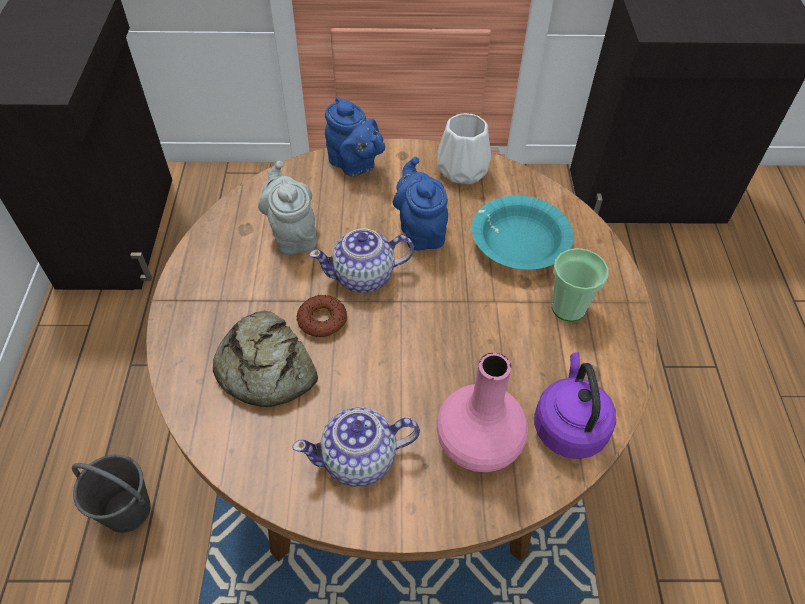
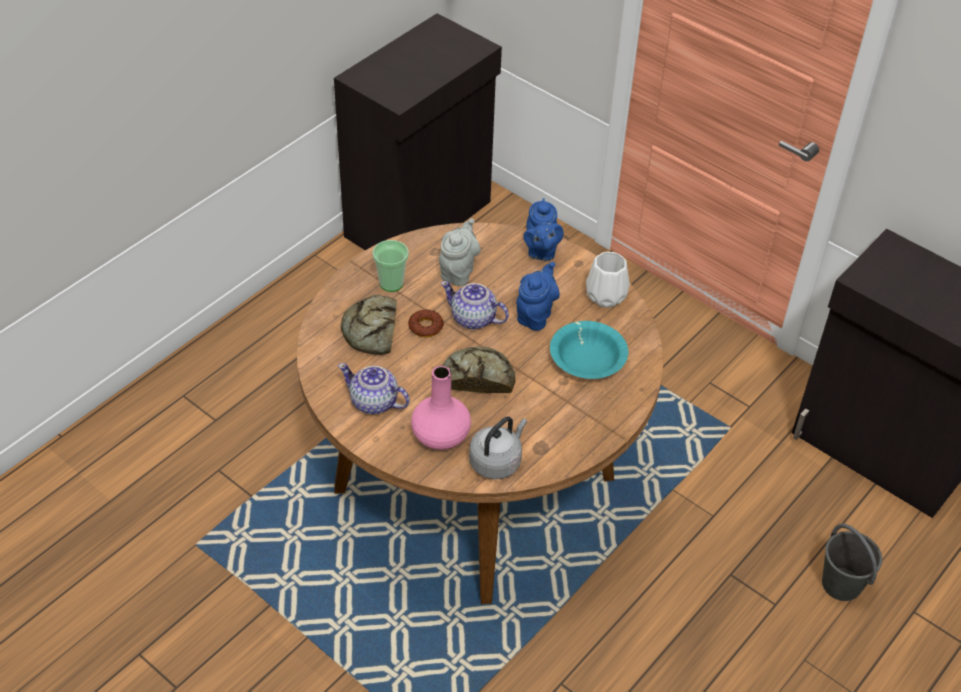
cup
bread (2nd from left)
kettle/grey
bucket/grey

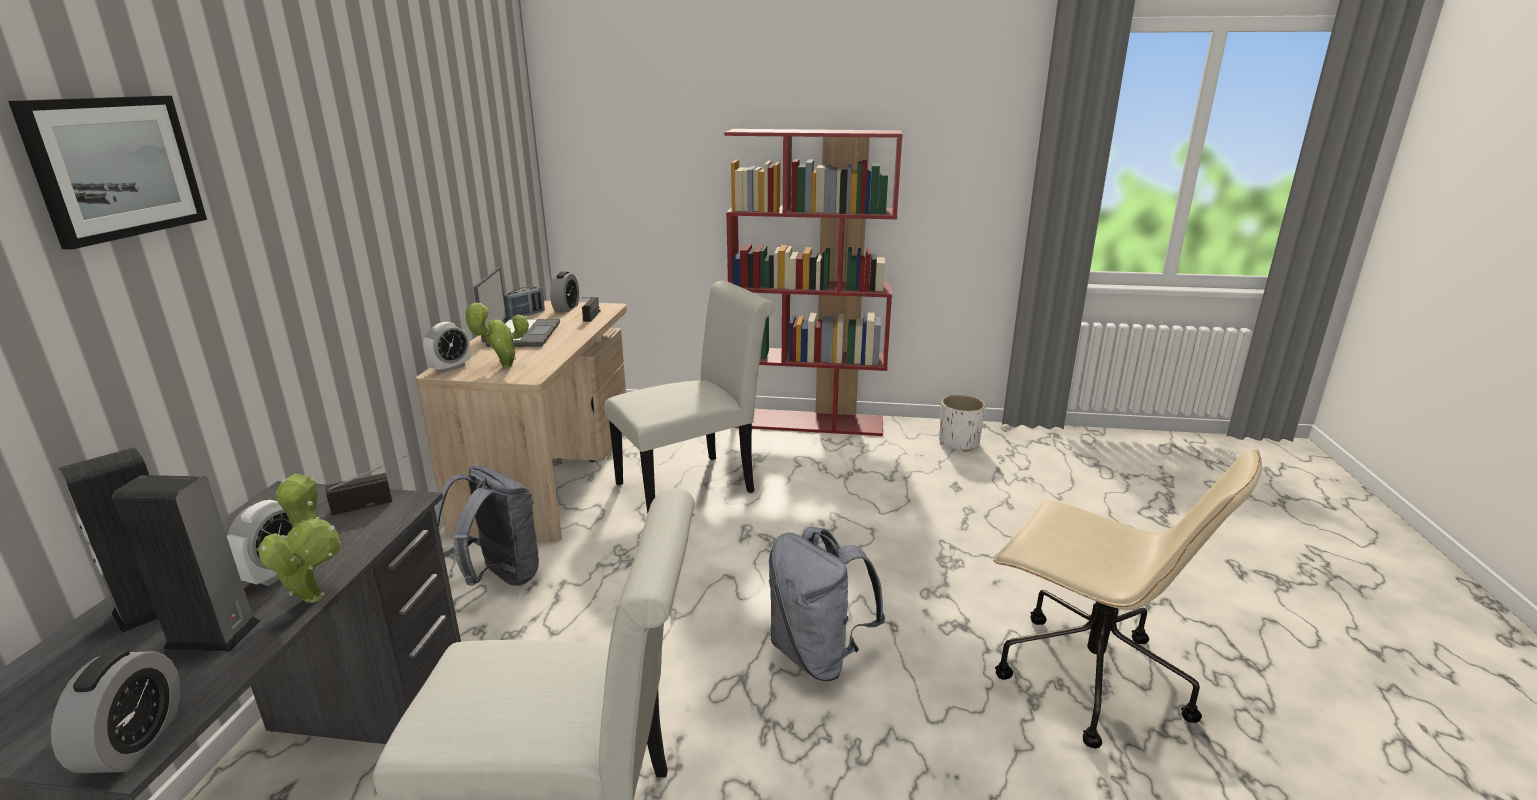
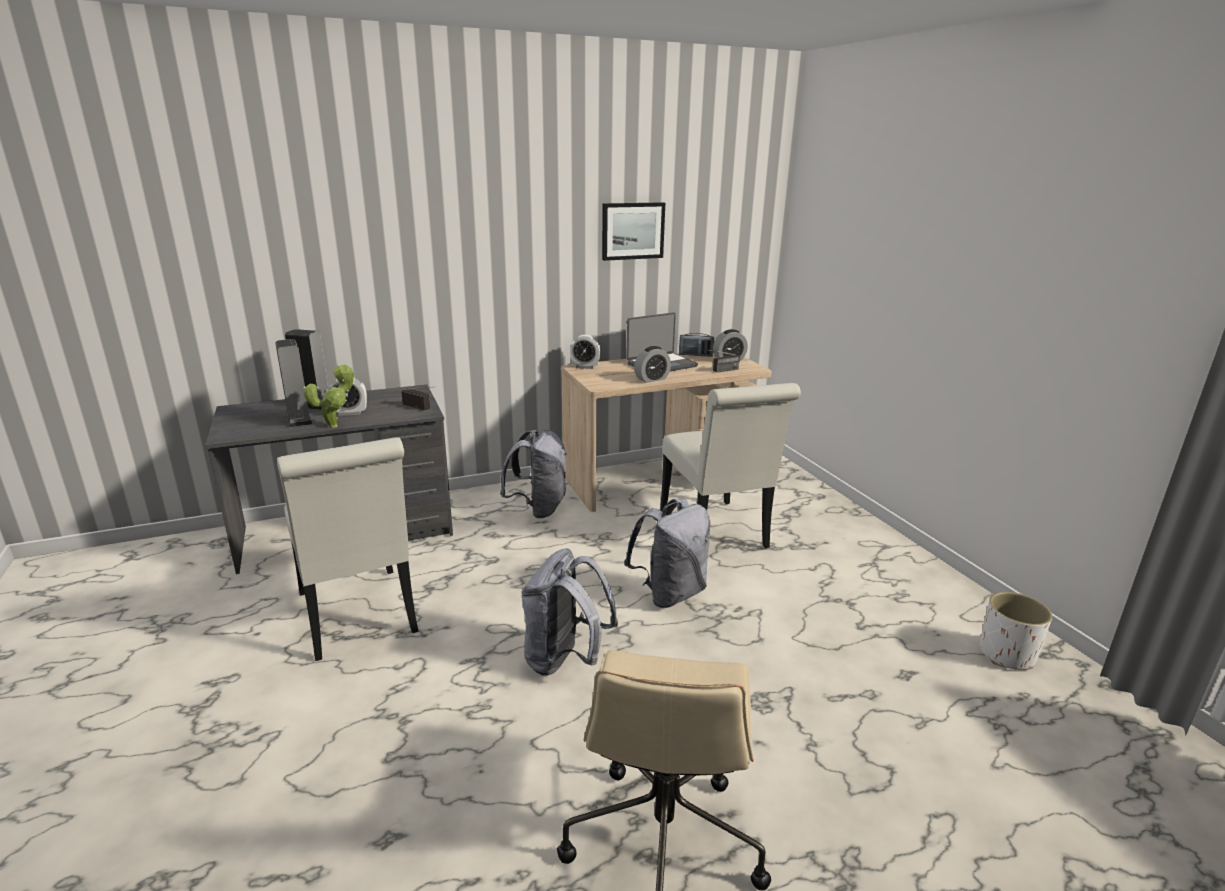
picture
backpack/grey (3rd from left)
alarm clock (3rd from left)
chair/white (2nd from left)
potted plant (2nd from left in the first image)
bookcase/red

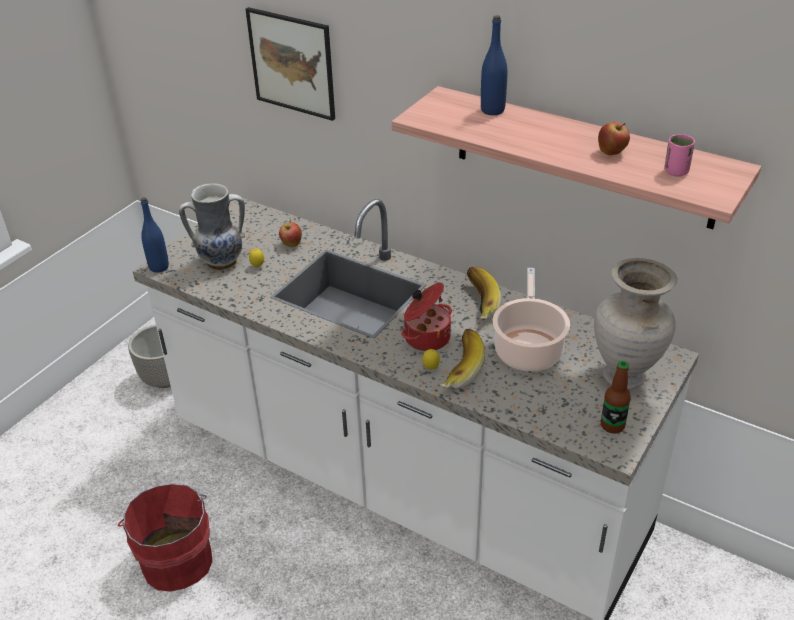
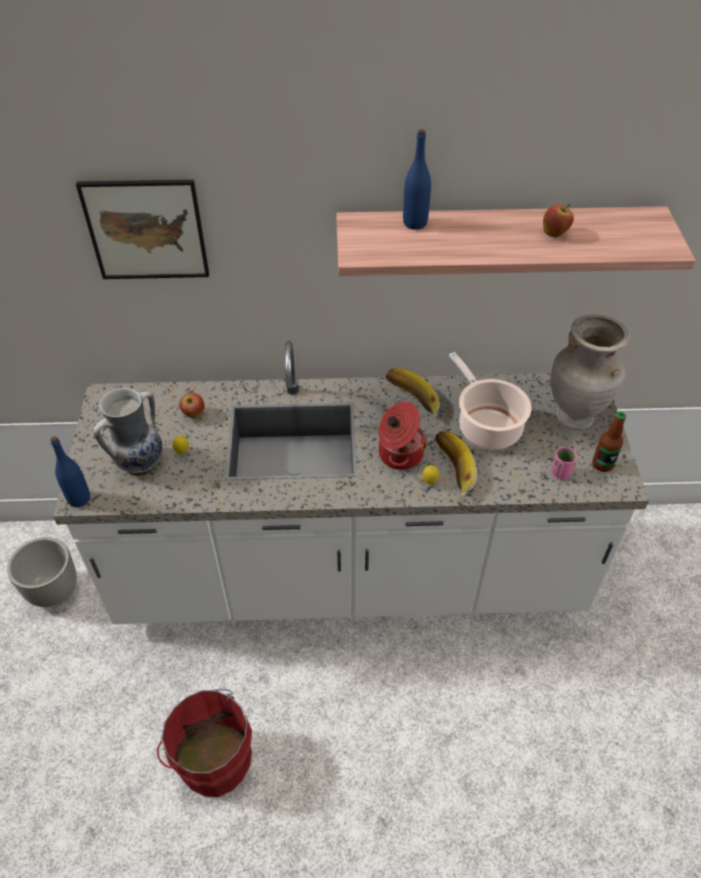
cup/pink

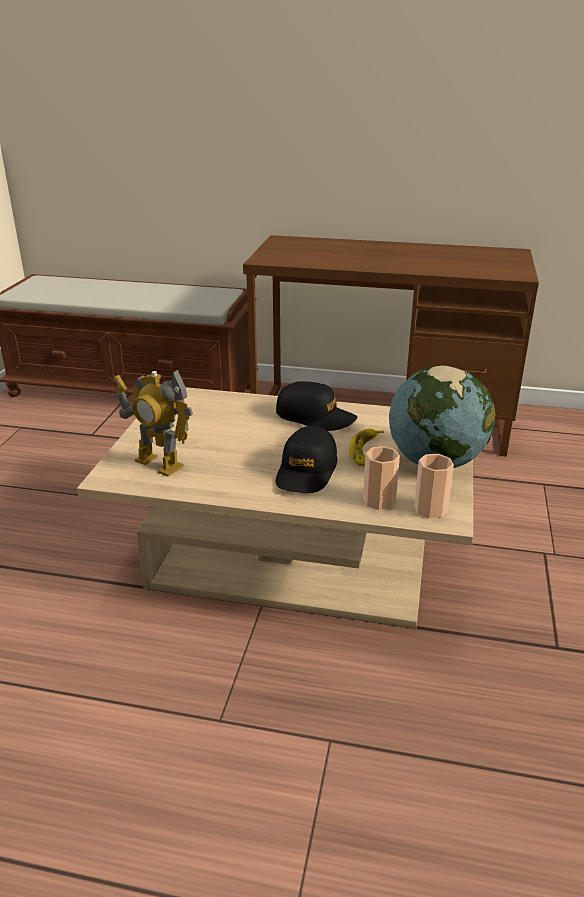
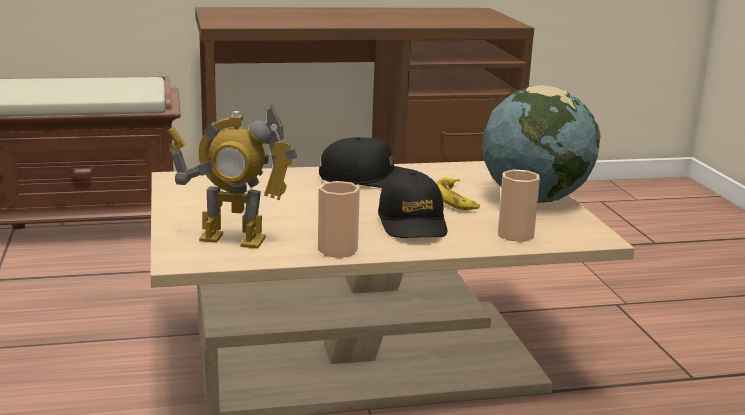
cup (1st from left)

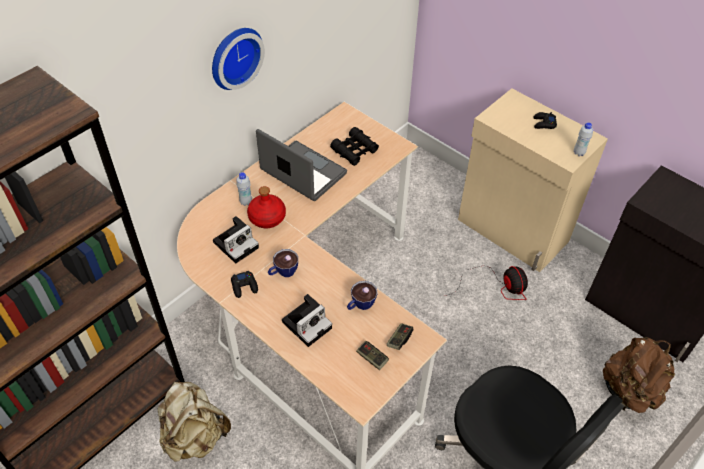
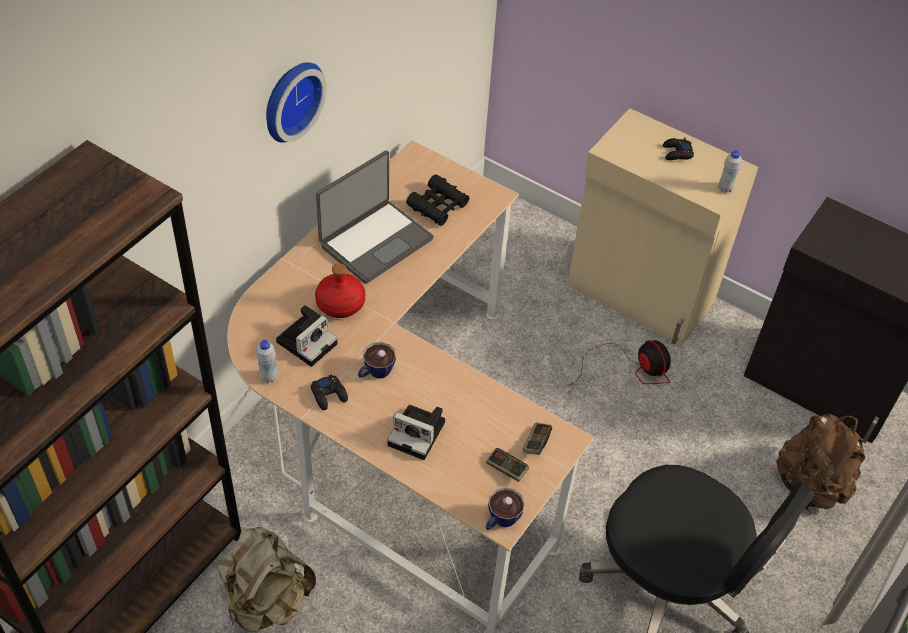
bottle/white (1st from left)
laptop
photo camera (2nd from left)
cup (2nd from left)

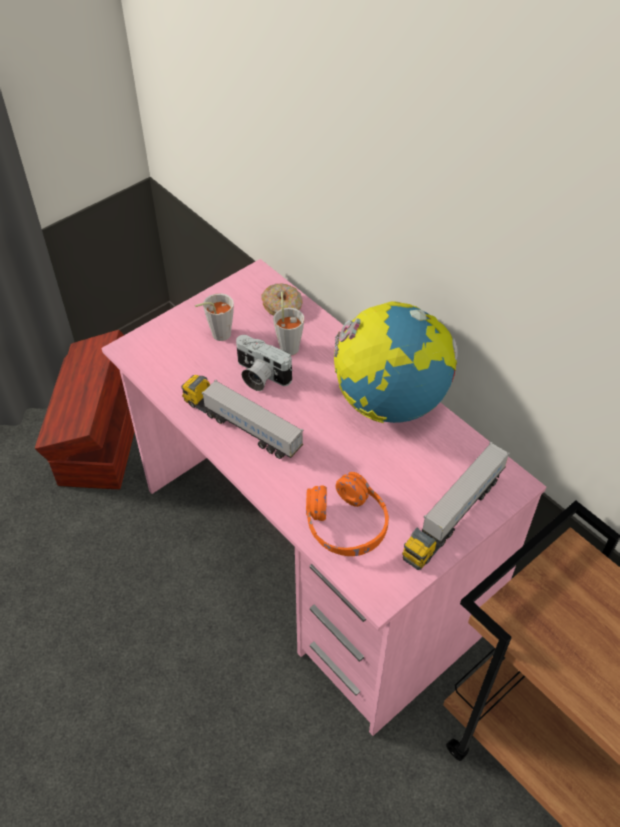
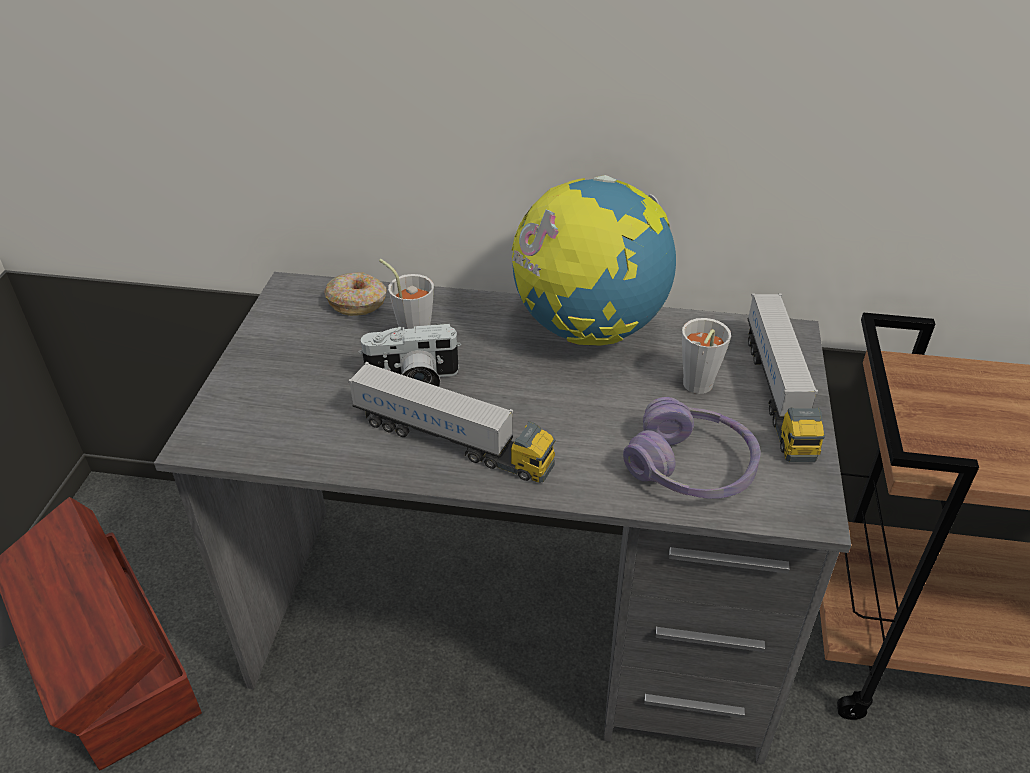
desk/grey
toy truck (1st from left)
headphones/purple
cup/grey (2nd from left)

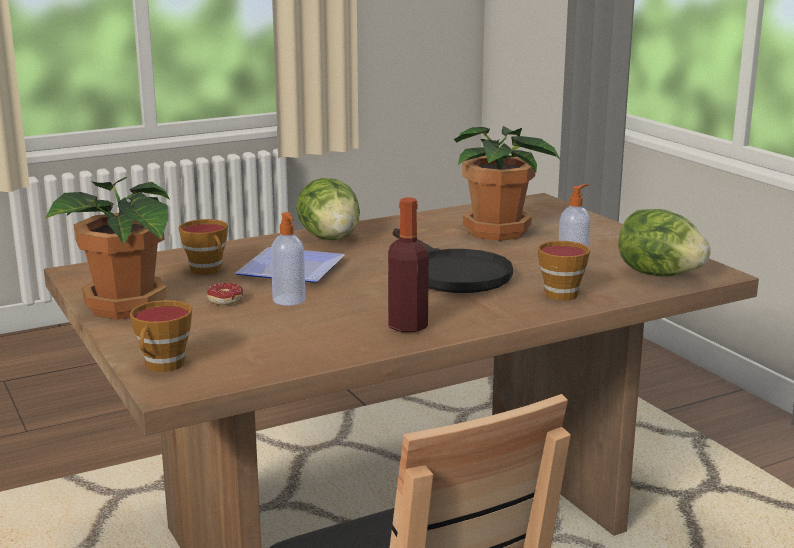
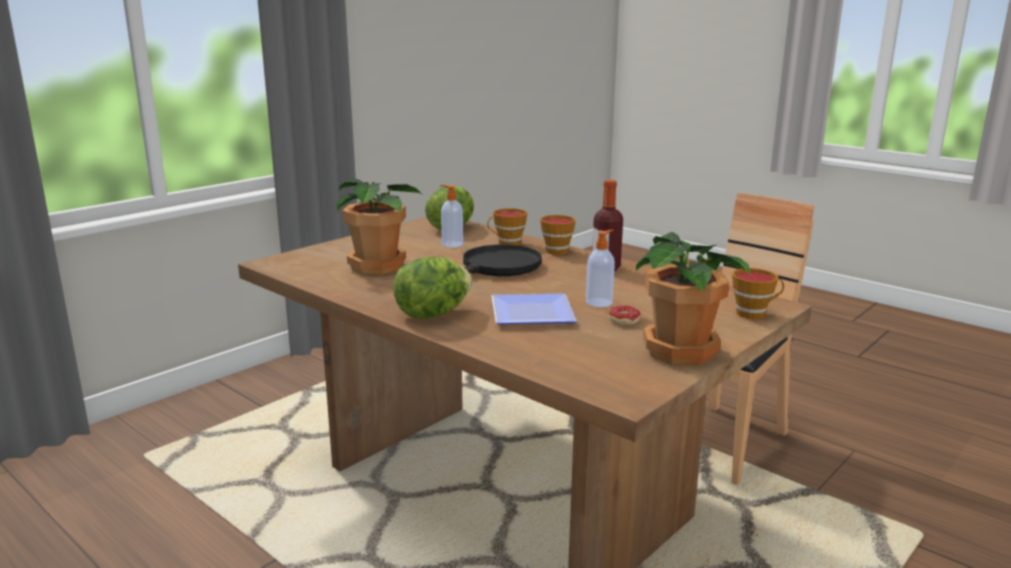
cup (2nd from left)

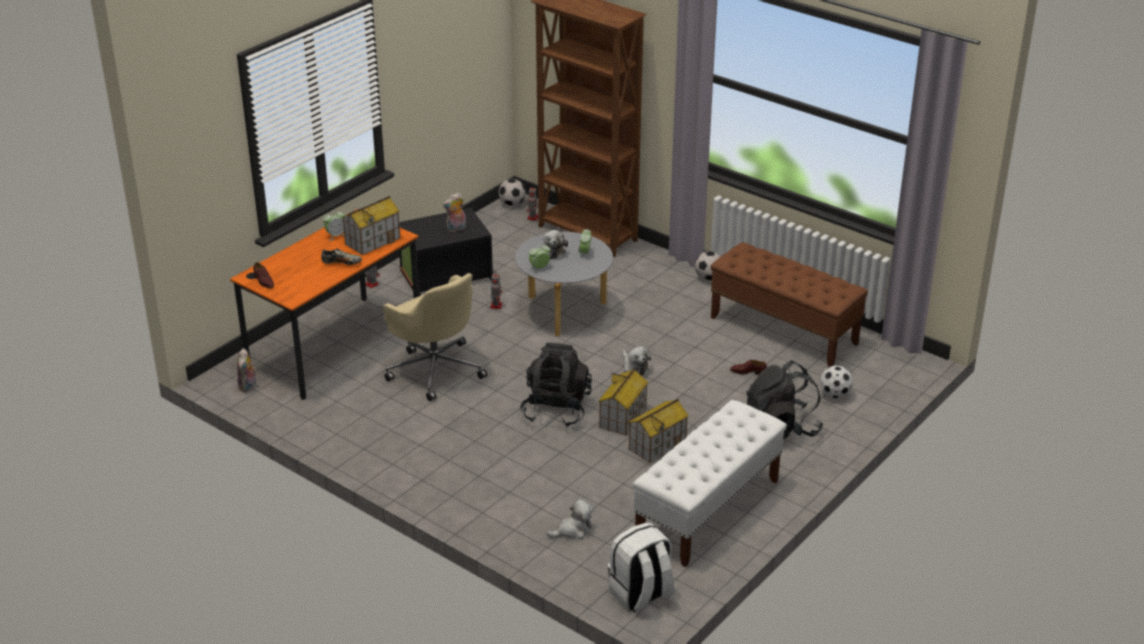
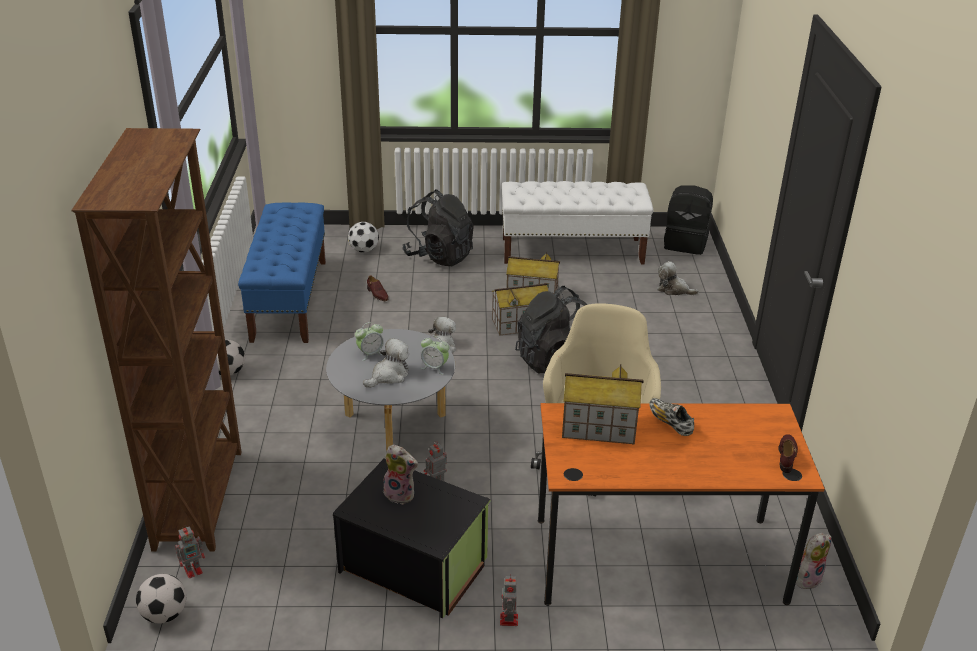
bench/blue
backpack/black (3rd from left)
alarm clock (1st from left in the first image)

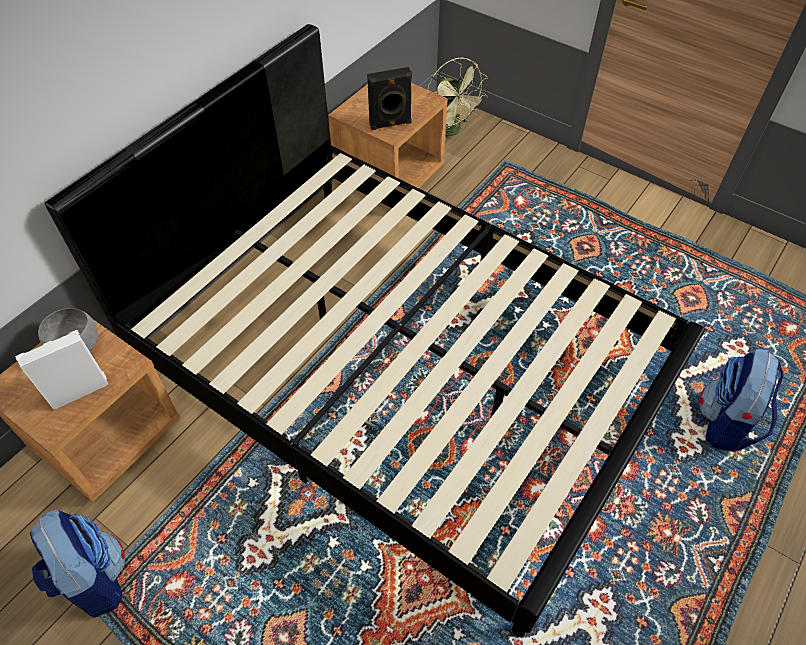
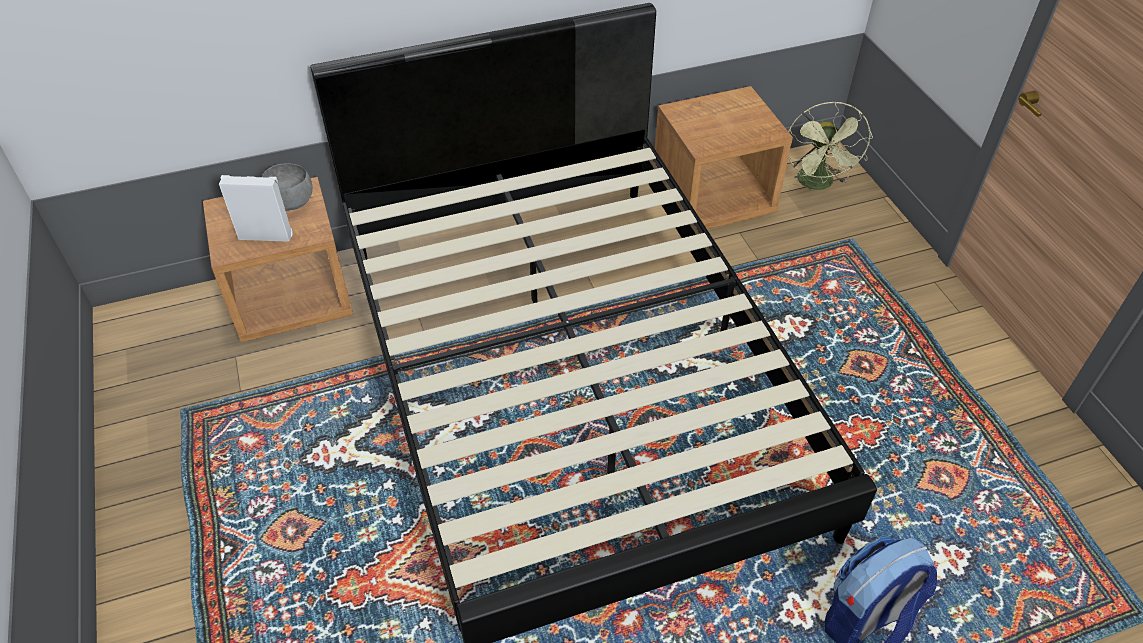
backpack (1st from left in the first image)
speaker/black

